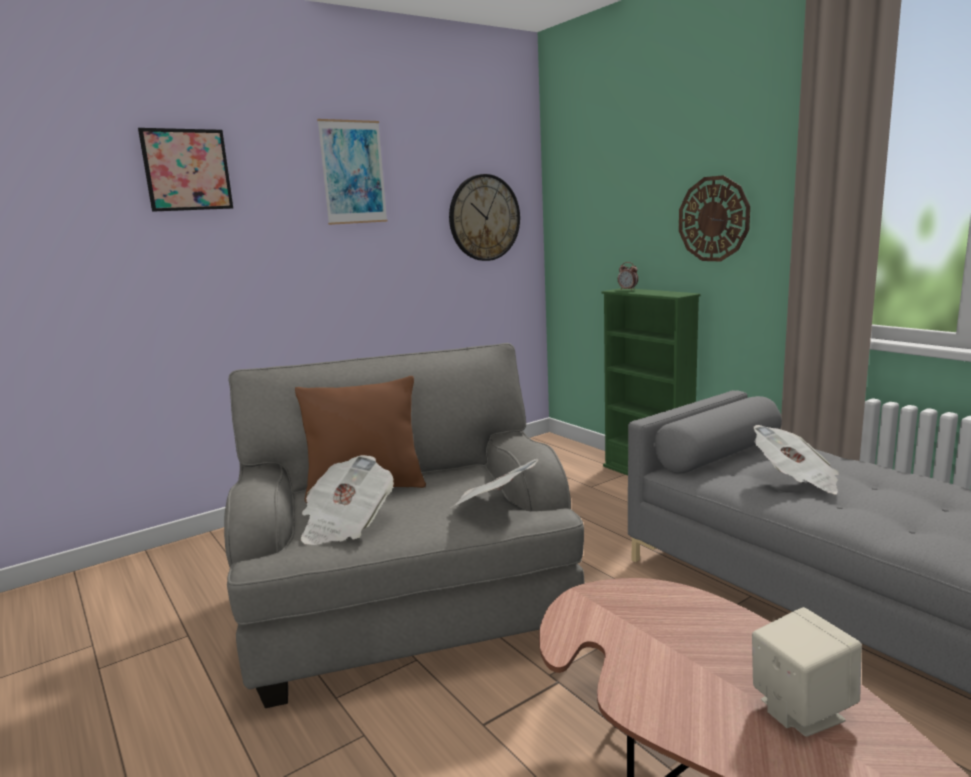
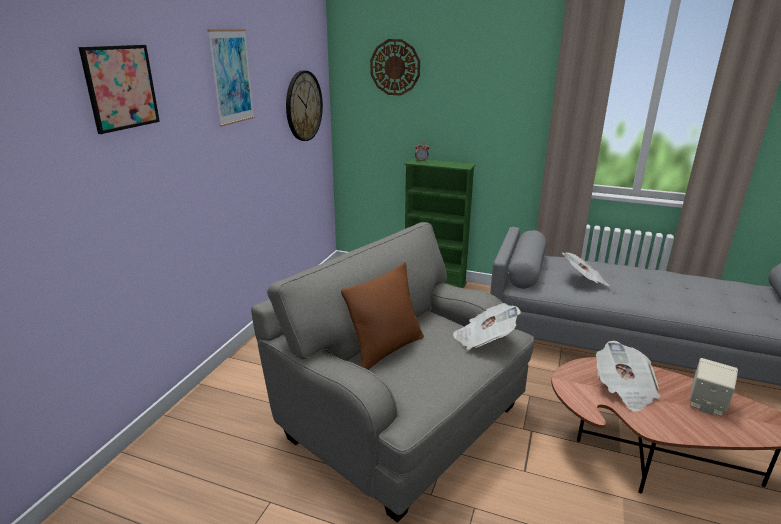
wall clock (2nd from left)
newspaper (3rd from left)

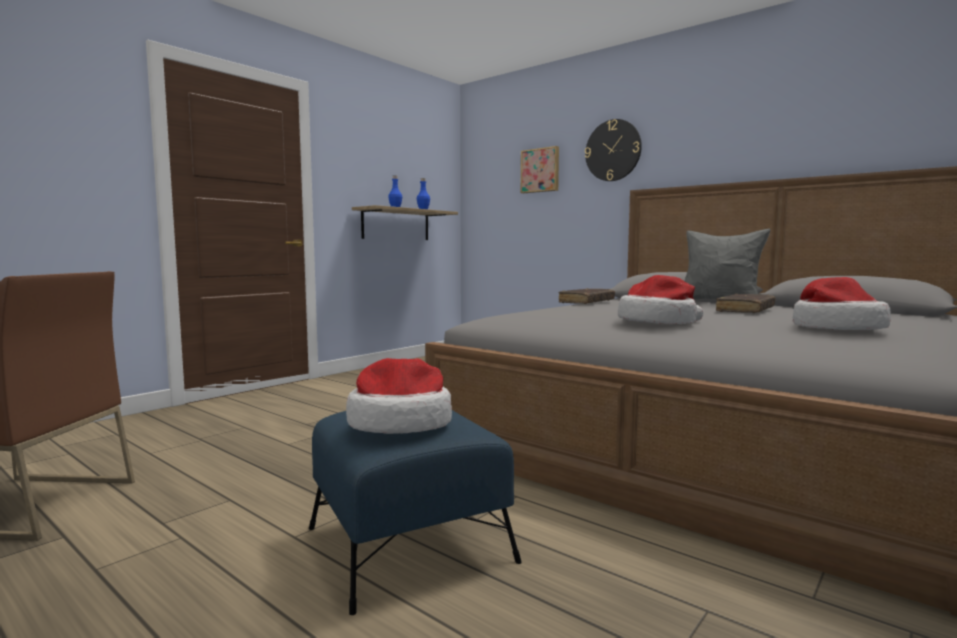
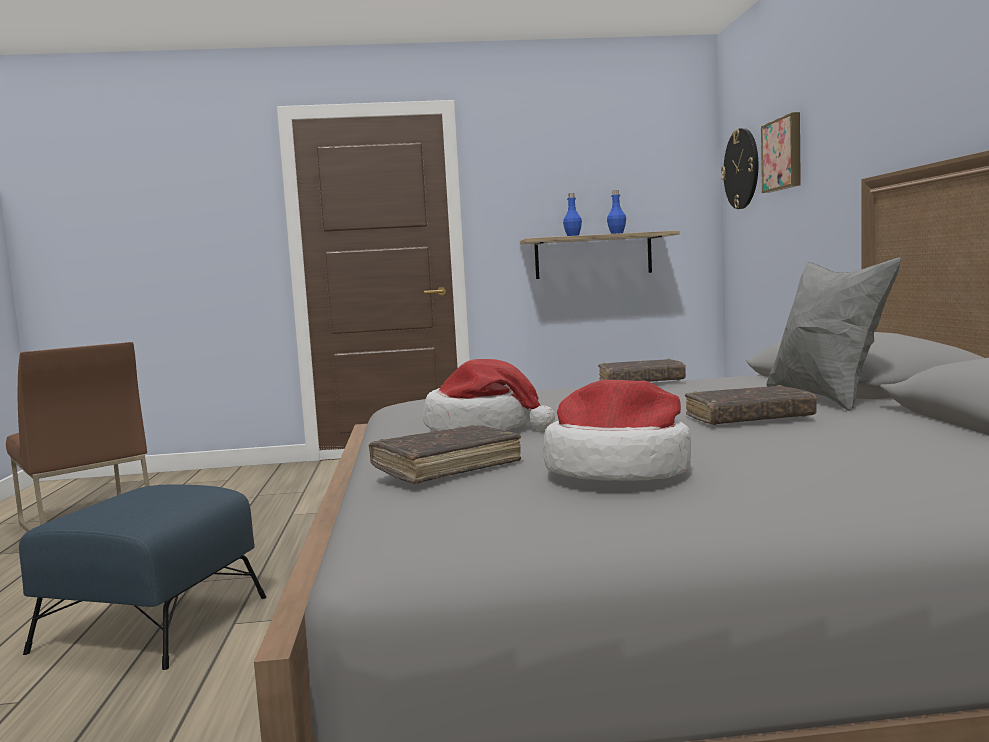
book/brown (1st from left)
wall clock
hat (1st from left in the first image)

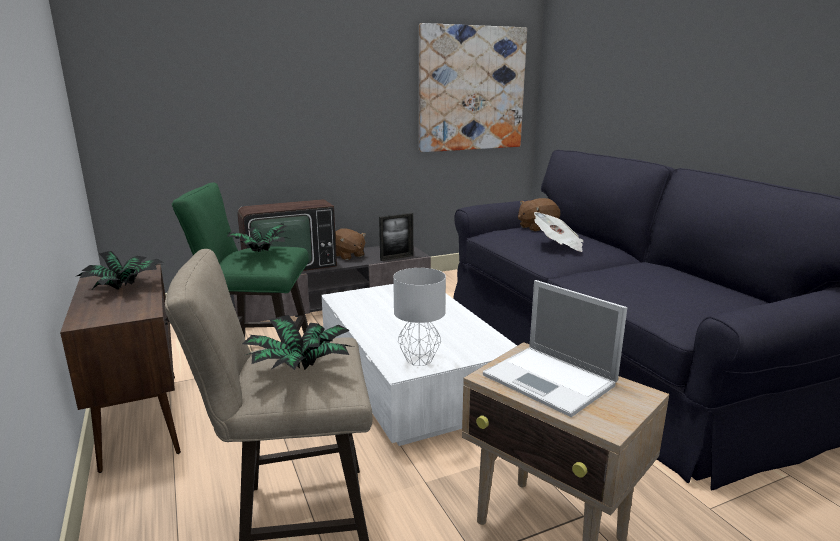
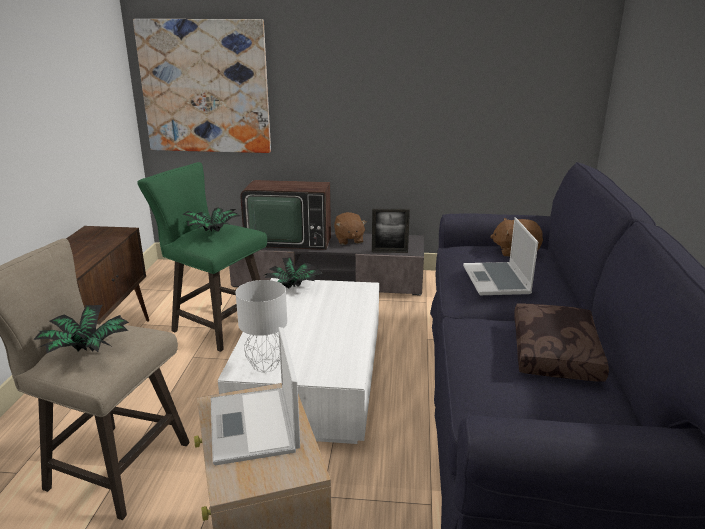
picture
potted plant (3rd from left)
laptop (2nd from left)
pillow/brown

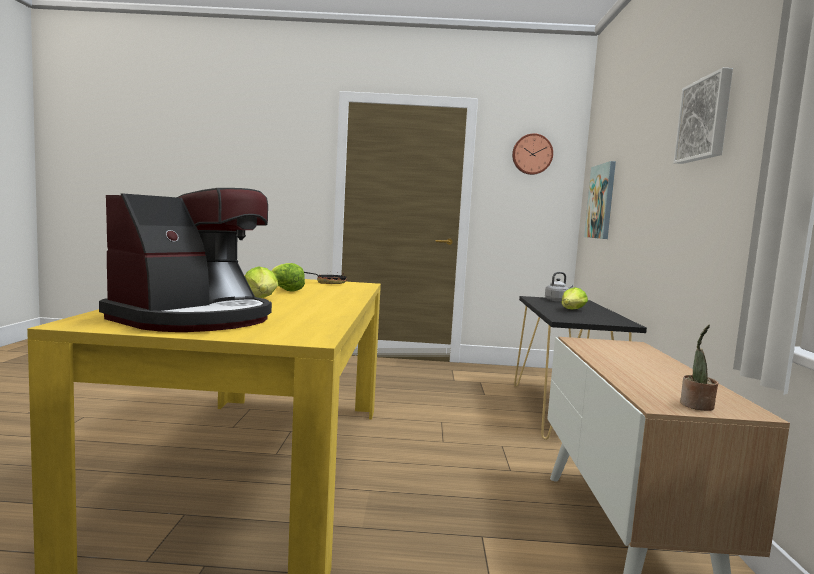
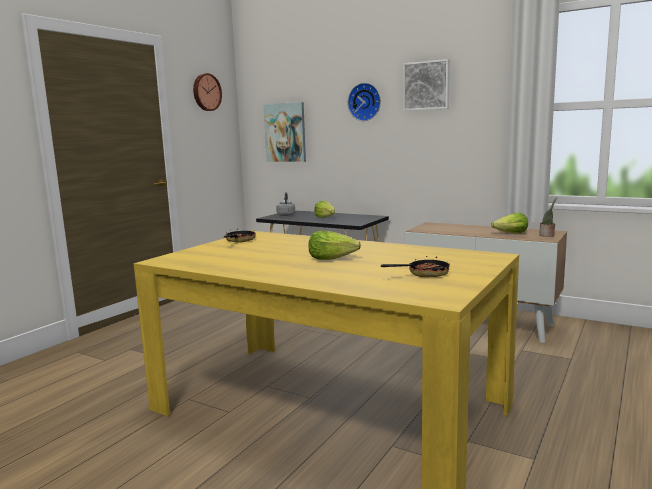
wall clock (2nd from left)
frying pan (2nd from left)
lettuce (3rd from left)

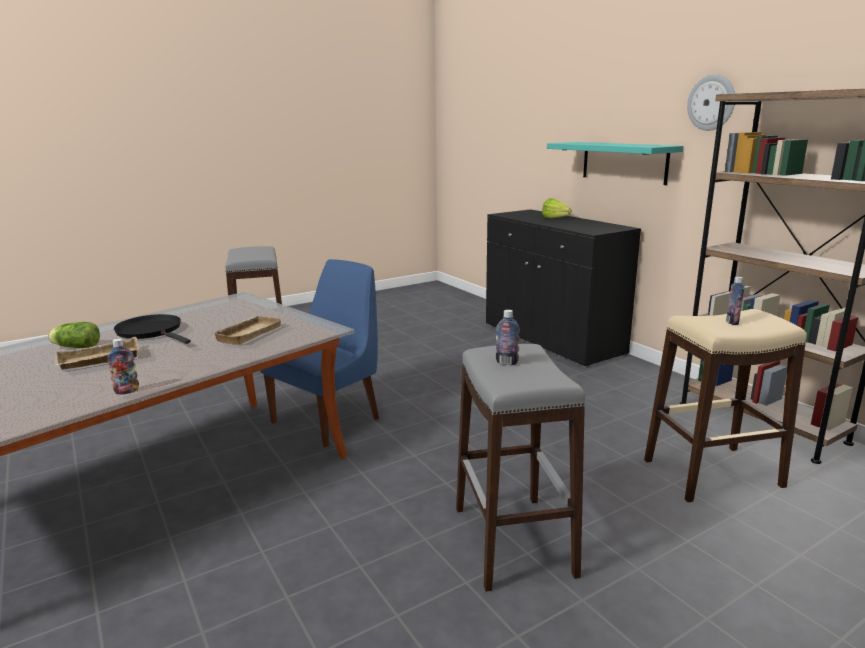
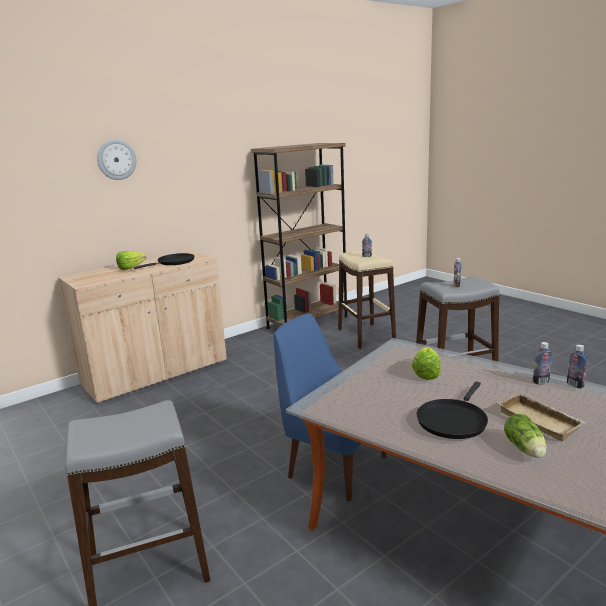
cabinet/beige
wall clock
frying pan/black (1st from left)
lettuce (2nd from left)
bottle (3rd from left)
shelf/turquoise

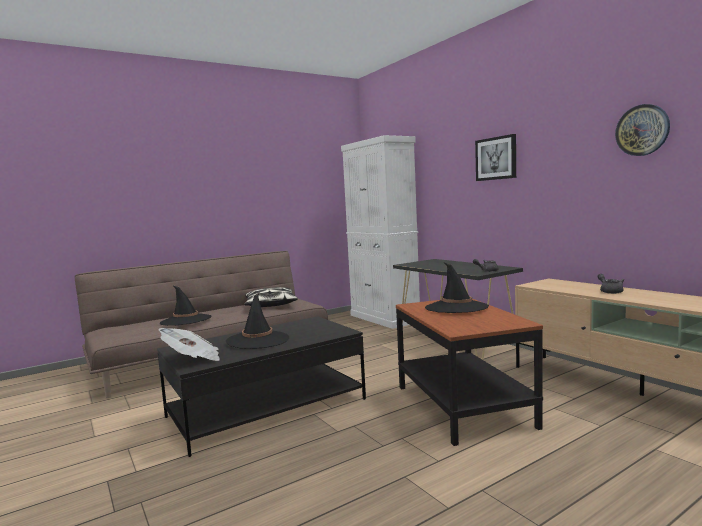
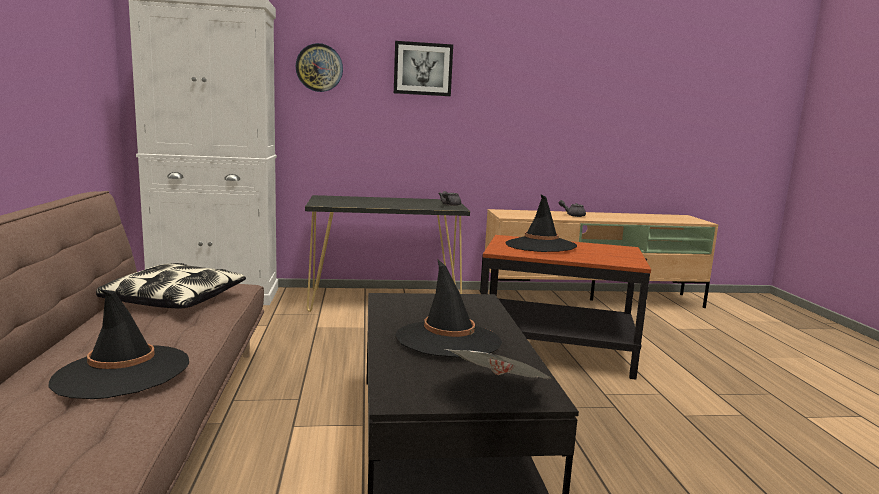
wall clock

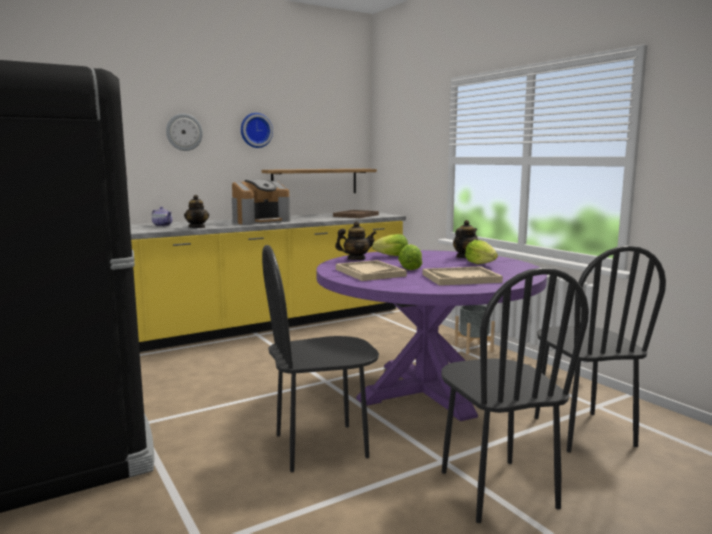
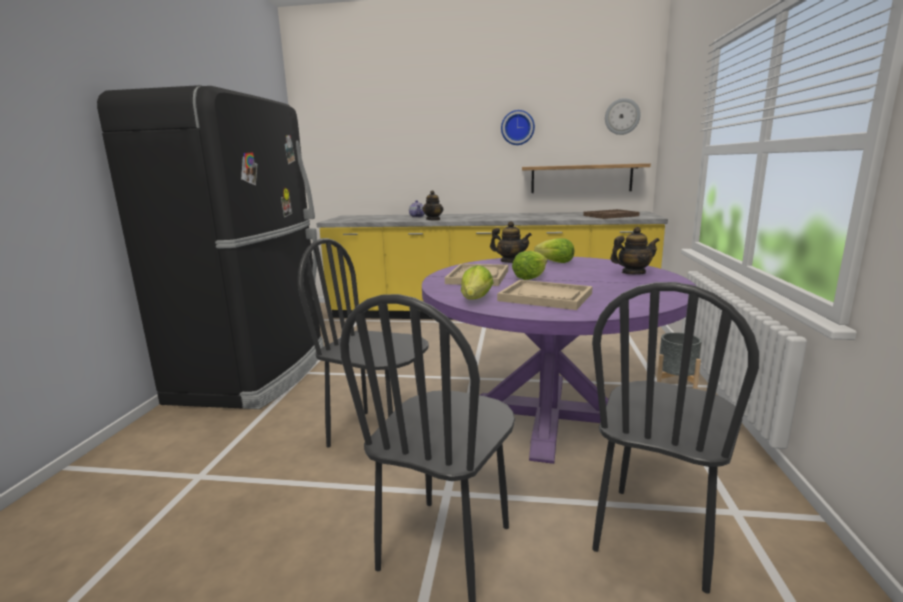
lettuce (1st from left)
wall clock (2nd from left)
coffee machine

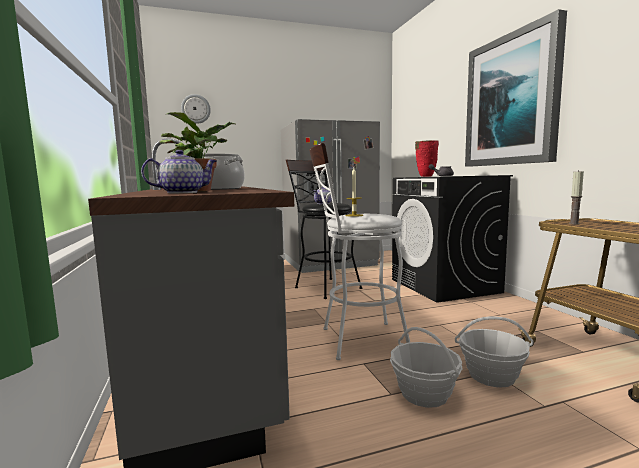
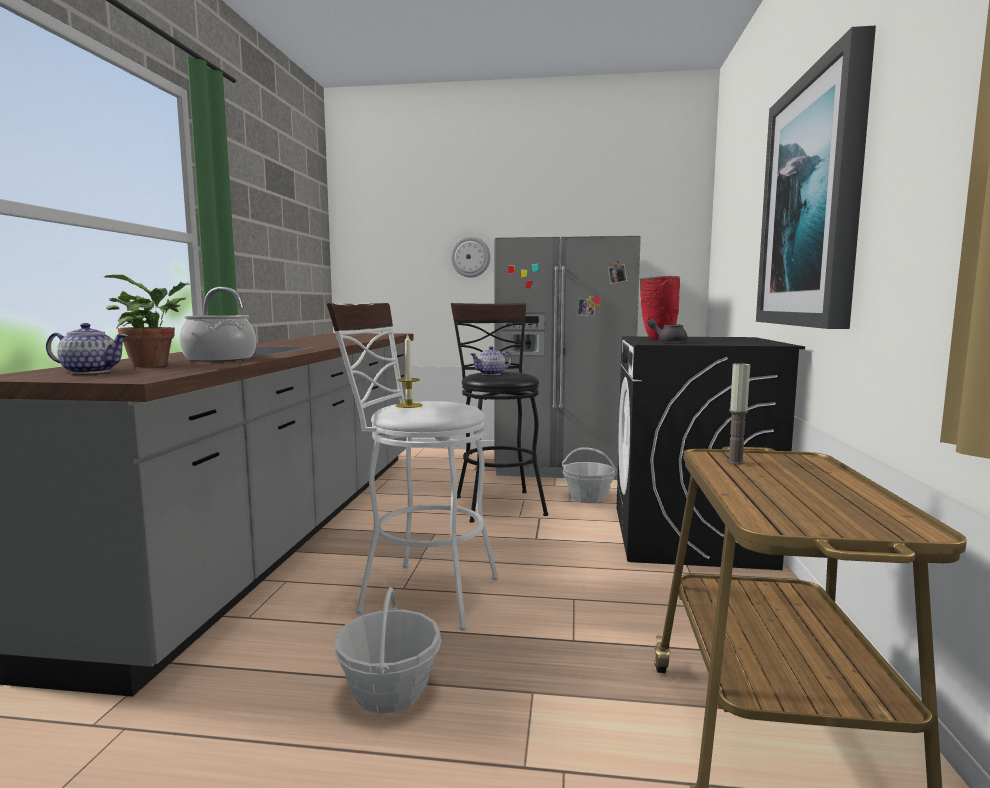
wall clock
basket (2nd from left)

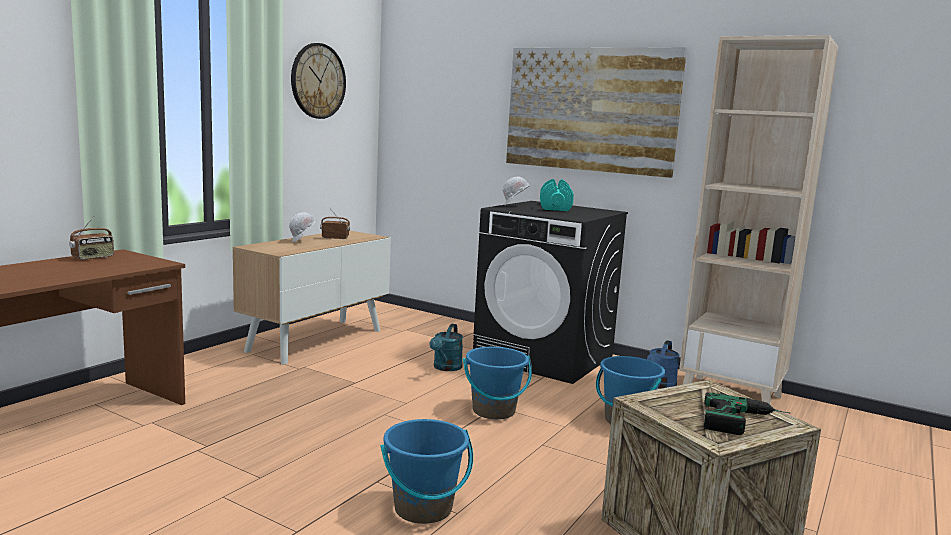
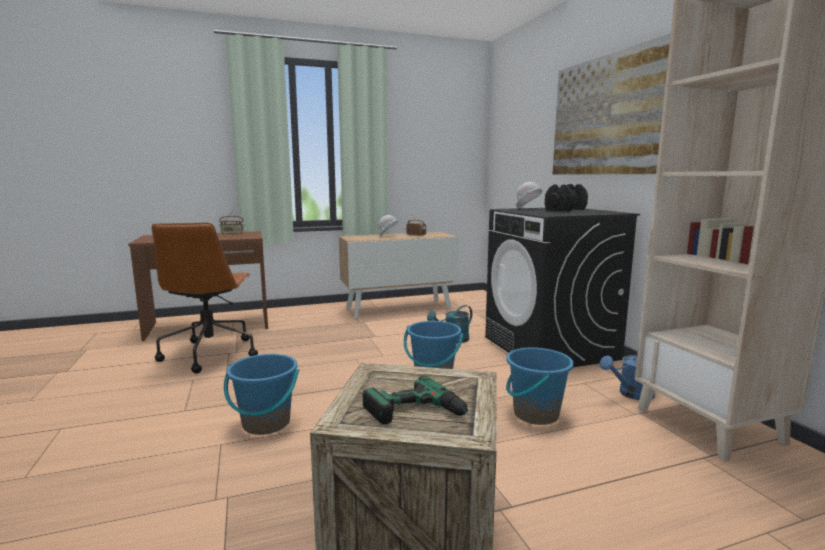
office chair/brown
dumbbell/black
wall clock

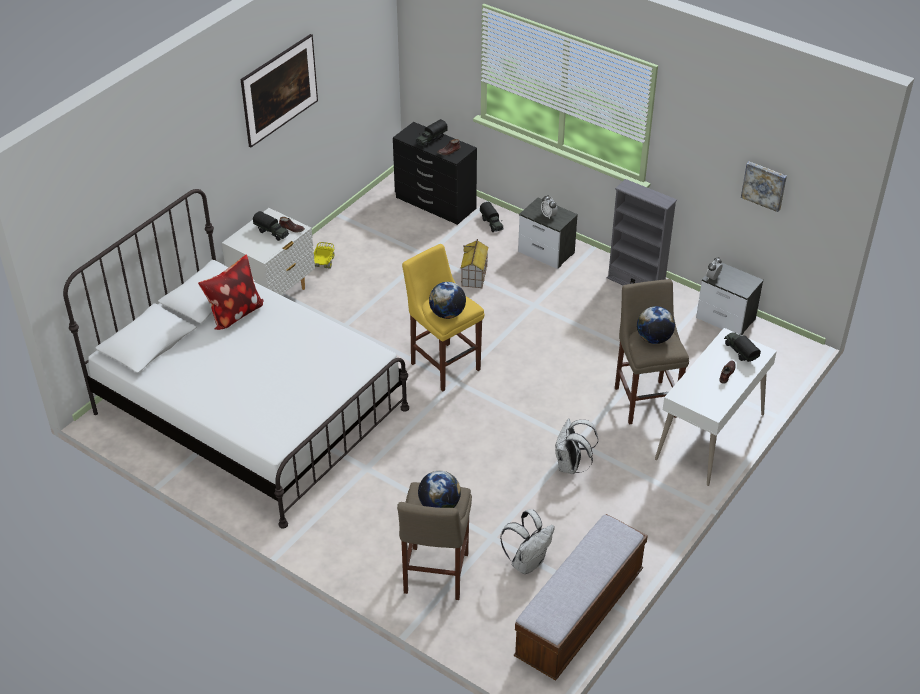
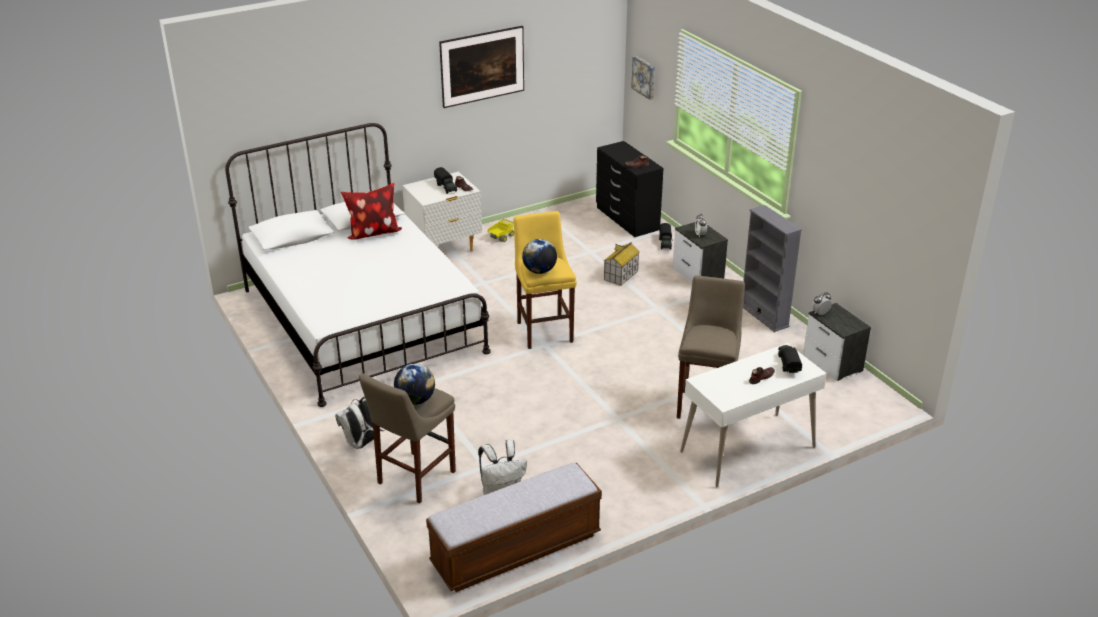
backpack/white (1st from left)
picture (2nd from left)
toy truck (3rd from left in the first image)
globe (3rd from left in the first image)

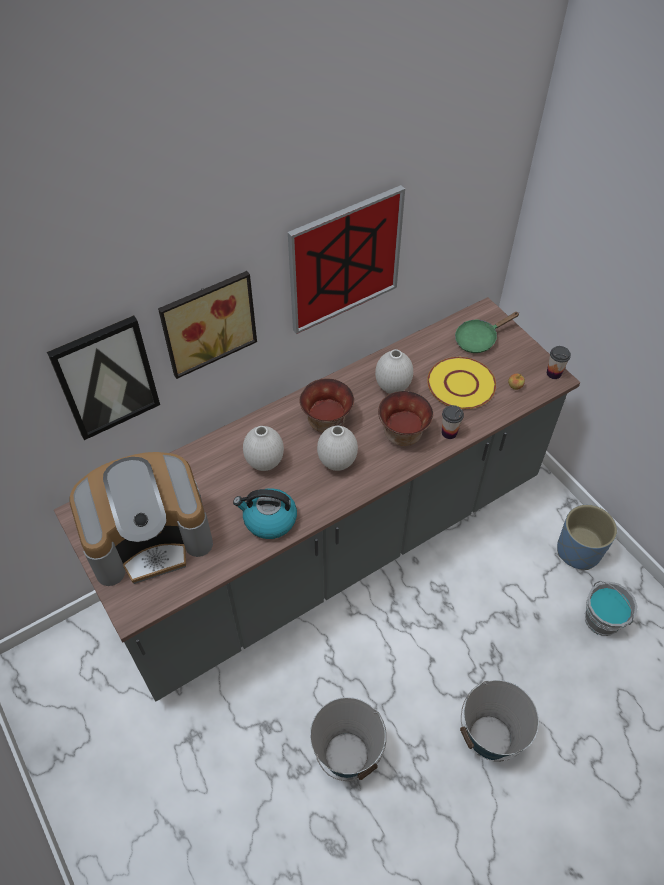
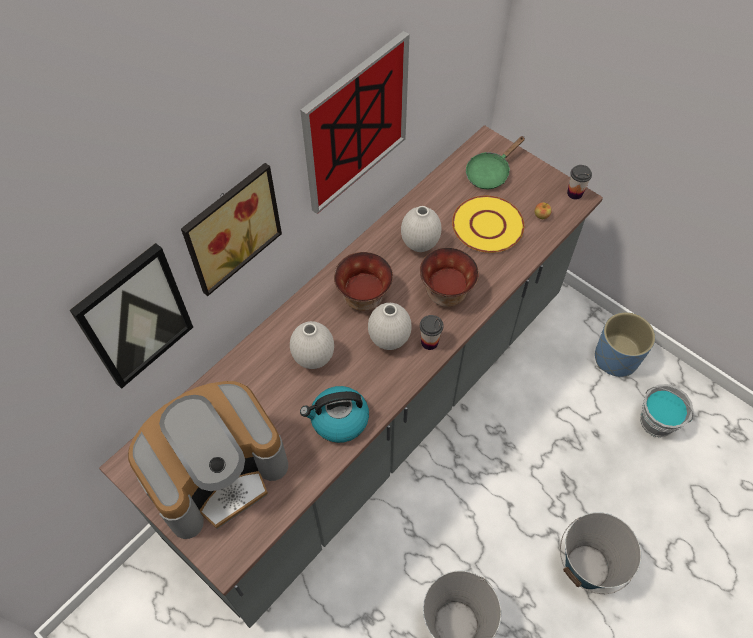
cup (1st from left)

